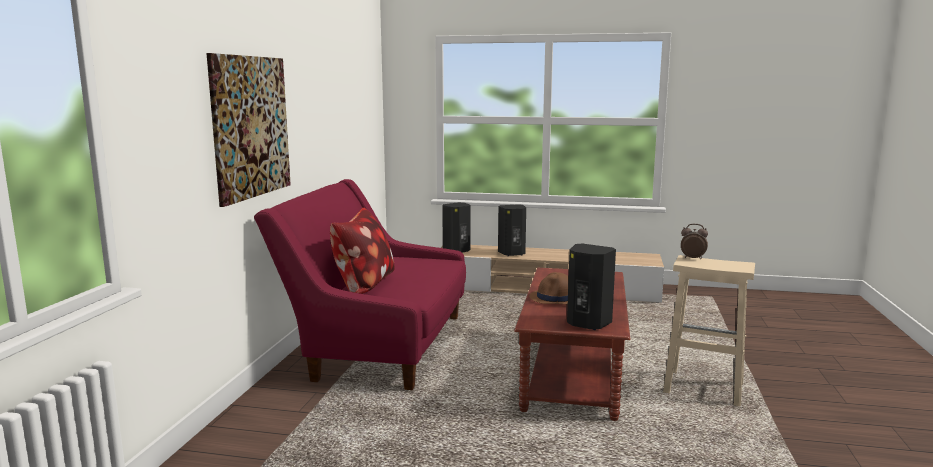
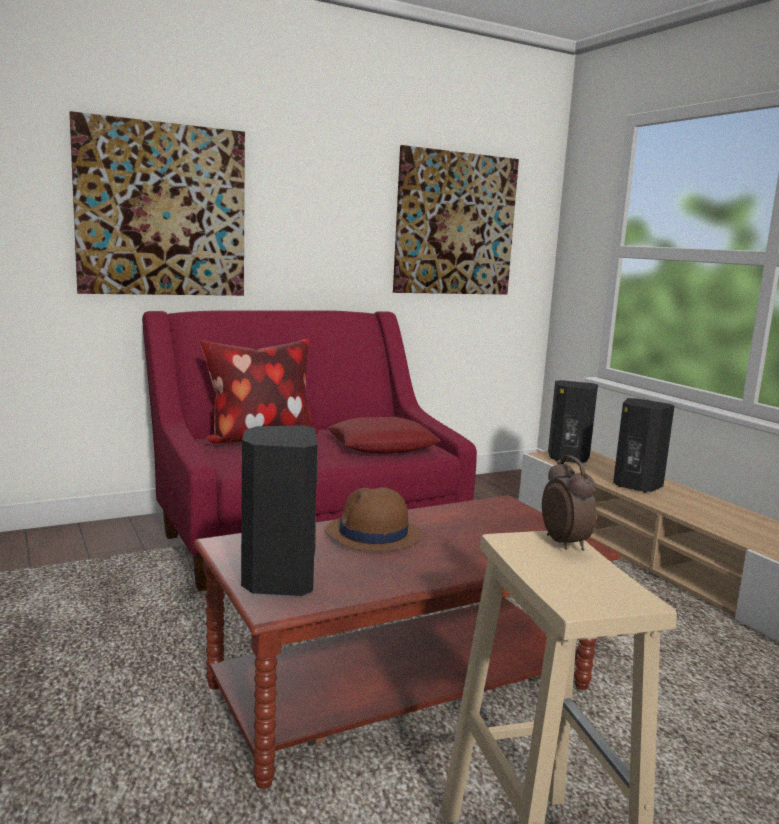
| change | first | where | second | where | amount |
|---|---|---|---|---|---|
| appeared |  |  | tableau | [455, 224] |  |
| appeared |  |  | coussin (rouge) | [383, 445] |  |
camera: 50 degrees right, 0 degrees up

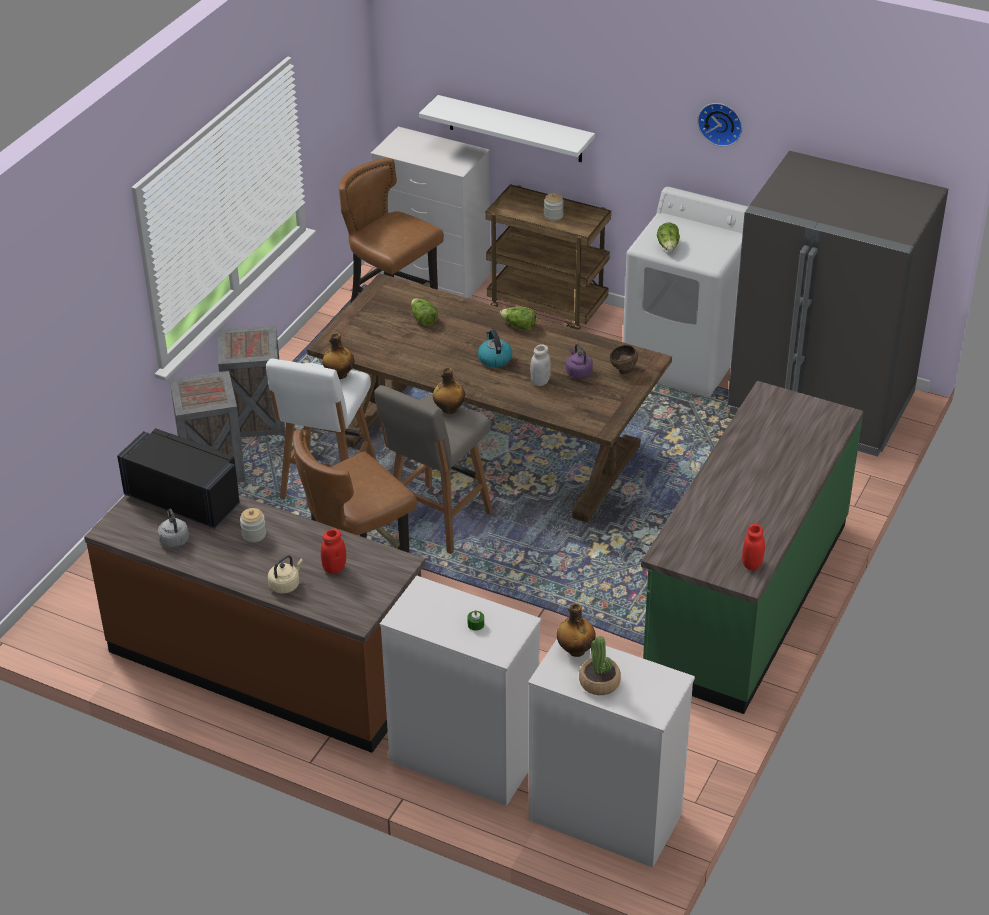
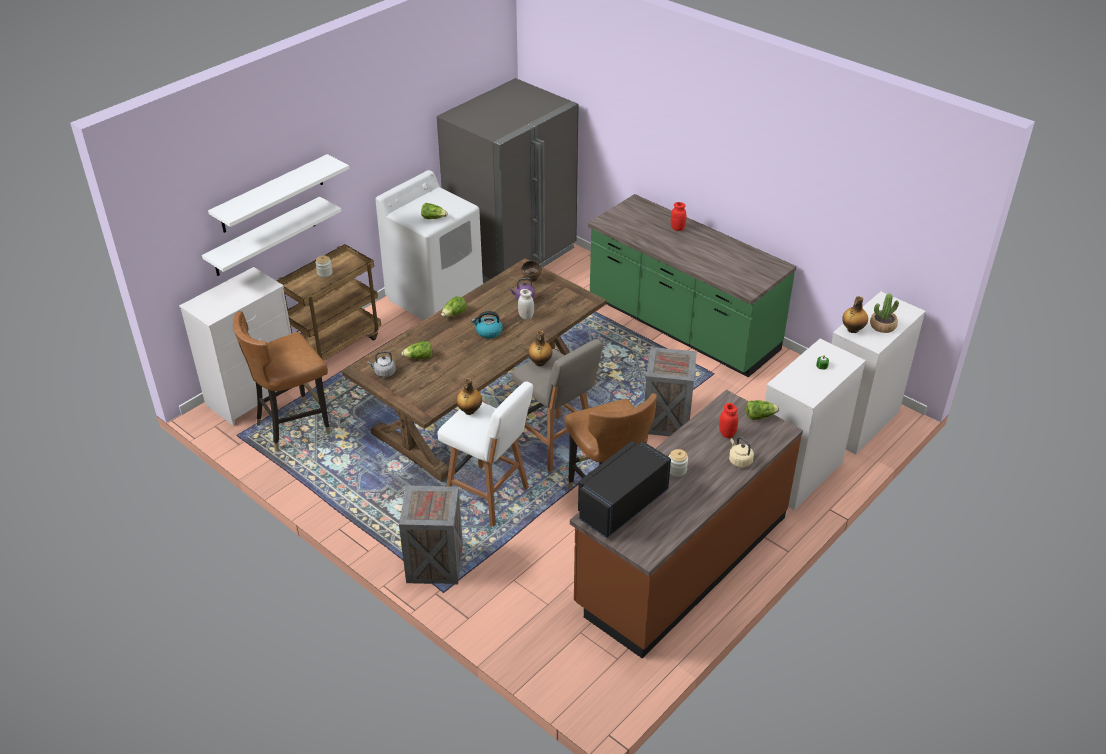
| change | first | where | second | where | amount |
|---|---|---|---|---|---|
| missing | horloge murale | [721, 122] |  |  |  |
| relocated | caisse | [257, 418] |  | [666, 420] |  |
| relocated | bouilloire (gris) | [174, 539] |  | [384, 373] |  |
| relocated | bocal (rouge) | [752, 564] |  | [677, 228] |  |
| appeared |  |  | étagère (blanc) | [272, 194] |  |
| appeared |  |  | laitue | [759, 416] |  |
camera: 75 degrees left, 0 degrees up

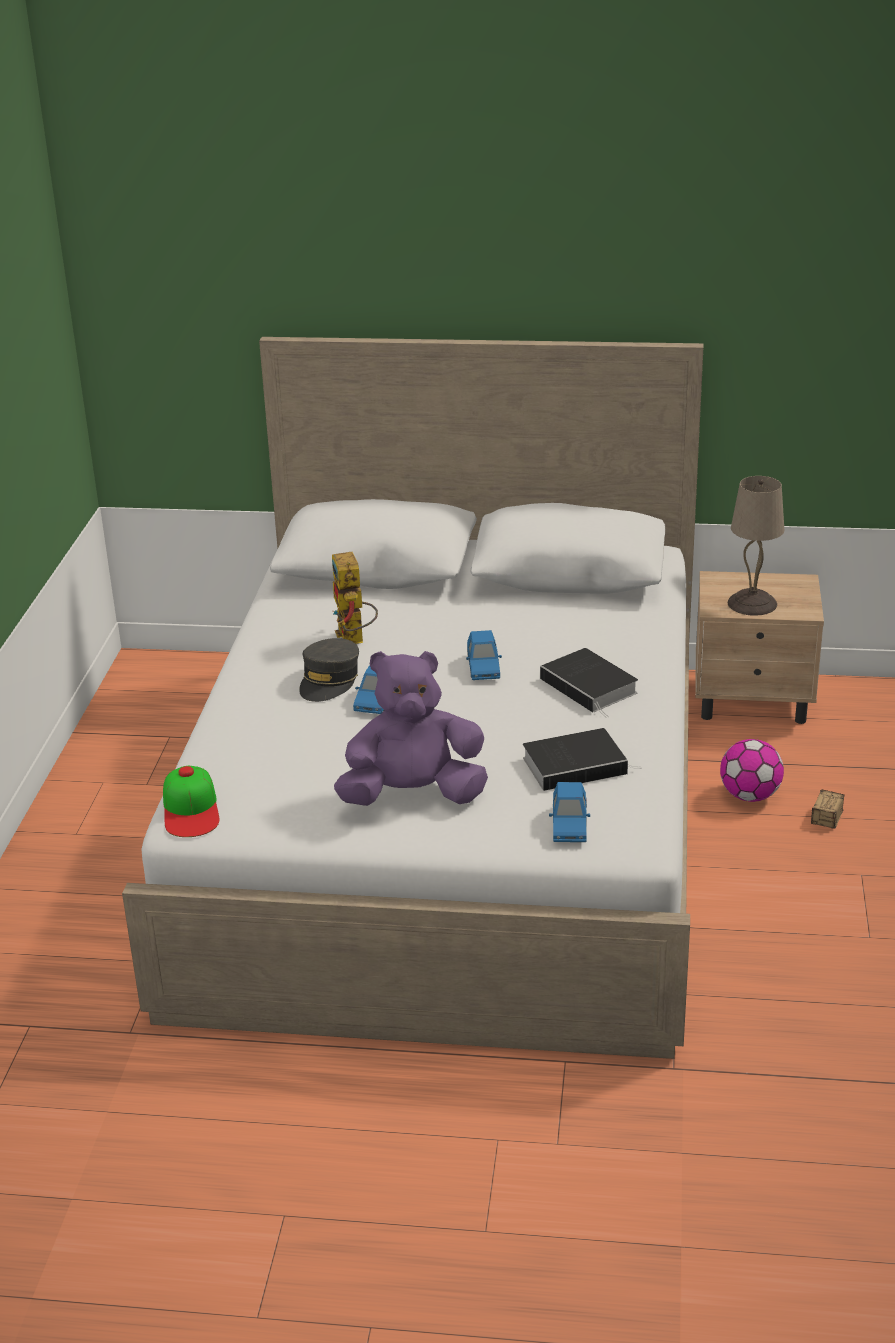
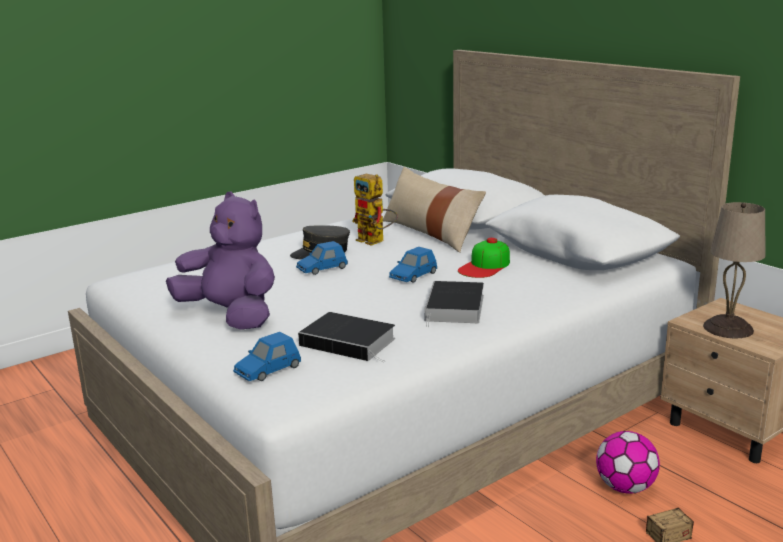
| change | first | where | second | where | amount |
|---|---|---|---|---|---|
| spun | robot jouet | [354, 640] |  | [376, 241] | 75 degrees counterclockwise |
| relocated | casquette | [191, 809] |  | [485, 266] |  |
| appeared |  |  | coussin (beige) | [430, 233] |  |
camera: 45 degrees right, 10 degrees down

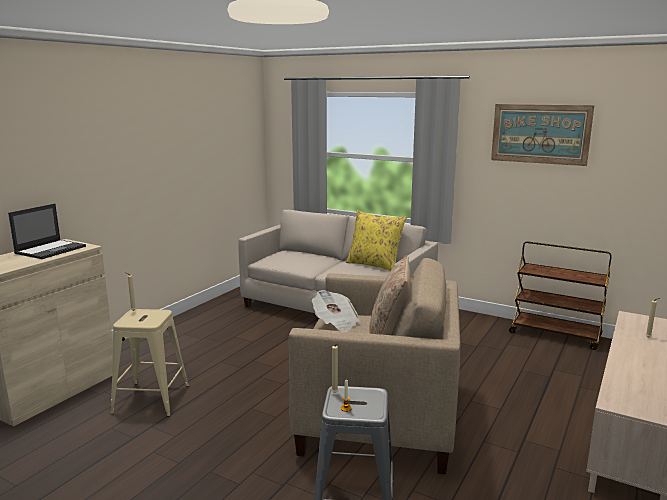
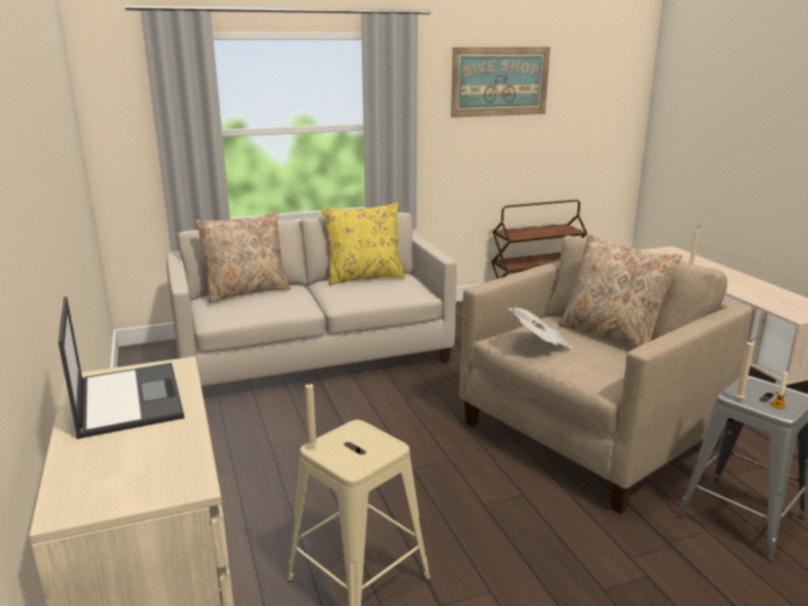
| change | first | where | second | where | amount |
|---|---|---|---|---|---|
| appeared |  |  | coussin (beige) | [247, 291] |  |
camera: 50 degrees left, 5 degrees up

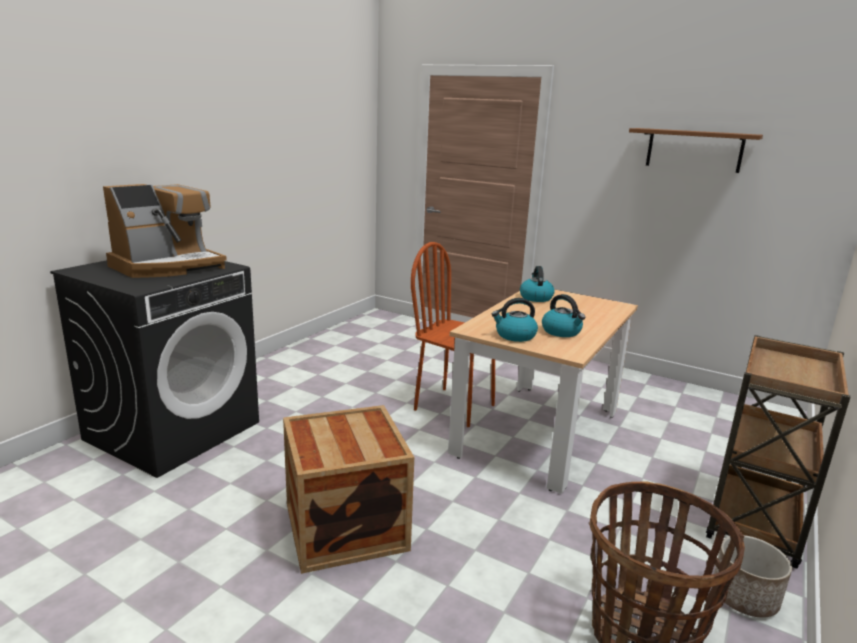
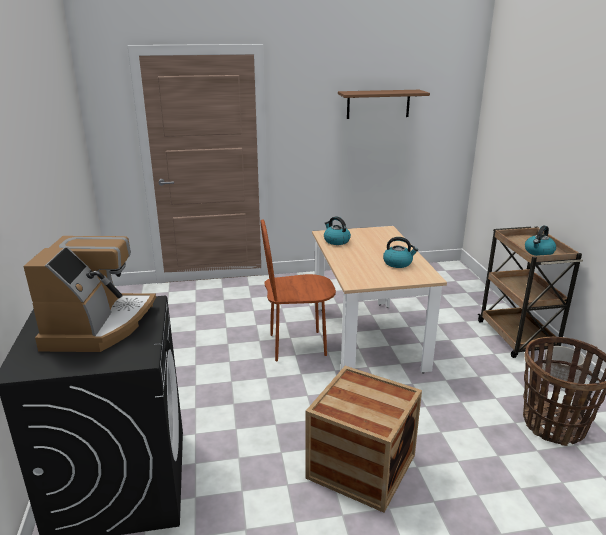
| change | first | where | second | where | amount |
|---|---|---|---|---|---|
| relocated | bouilloire | [515, 336] |  | [539, 252] |  |
camera: 40 degrees left, 5 degrees up

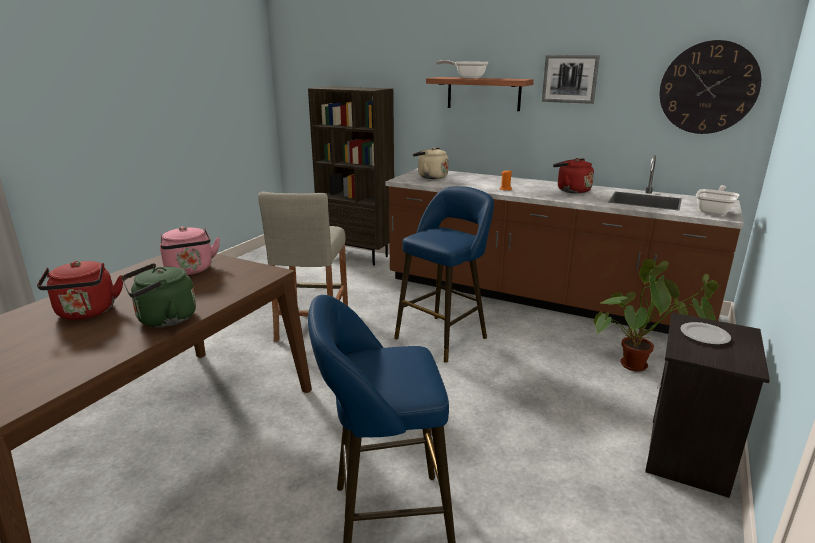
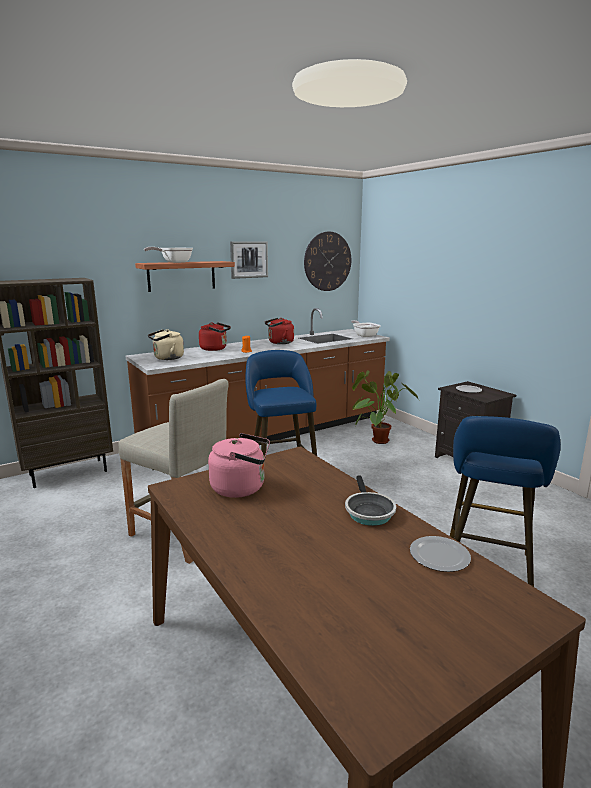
| change | first | where | second | where | amount |
|---|---|---|---|---|---|
| relocated | bouilloire (rouge) | [86, 313] |  | [215, 349] |  |
| exchanged | bouilloire (vert) | [163, 320] | poêle | [368, 511] |  |
| appeared |  |  | assiette | [438, 555] |  |
camera: 60 degrees left, 5 degrees down

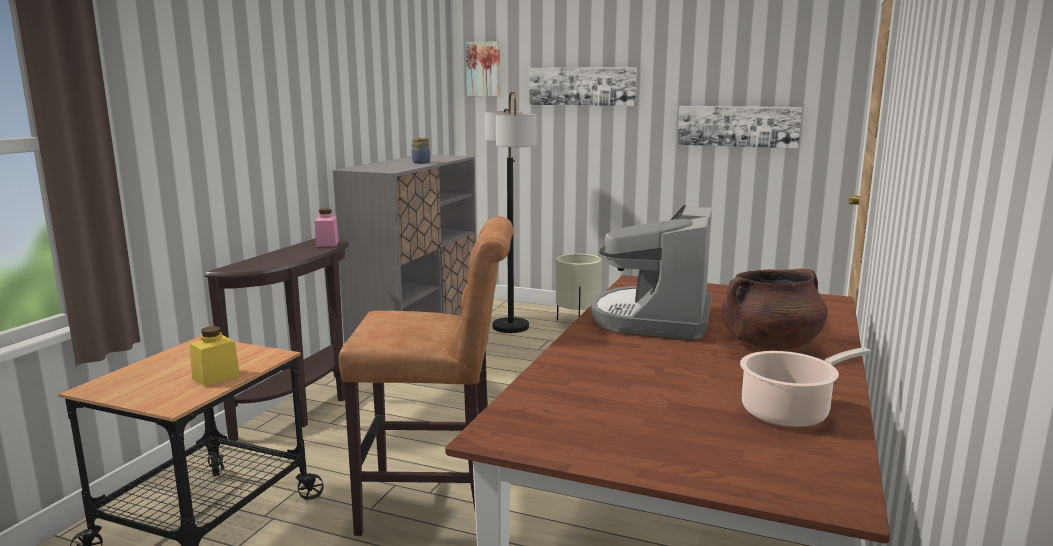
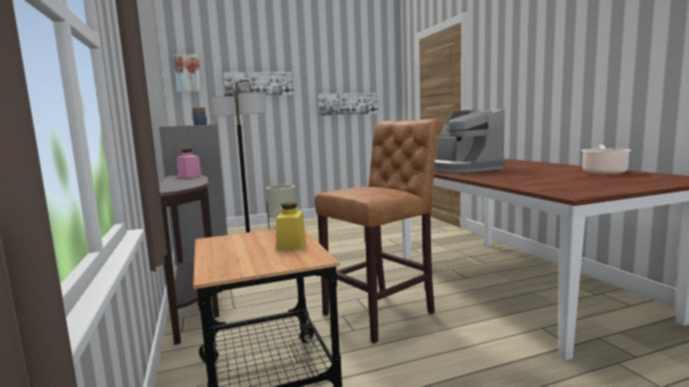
| change | first | where | second | where | amount |
|---|---|---|---|---|---|
| missing | marmite (marron) | [769, 344] |  |  |  |
camera: 40 degrees left, 5 degrees down

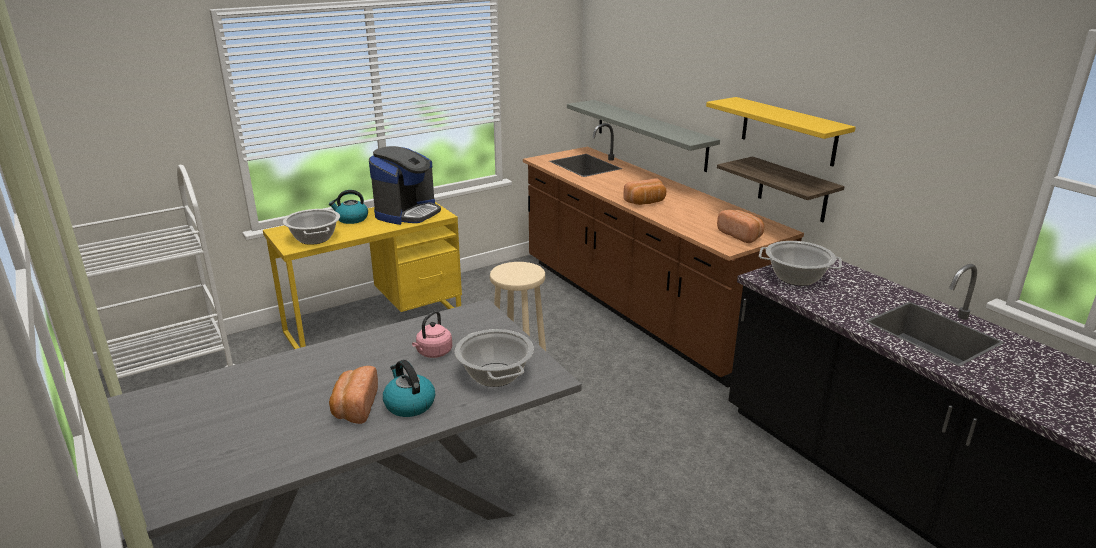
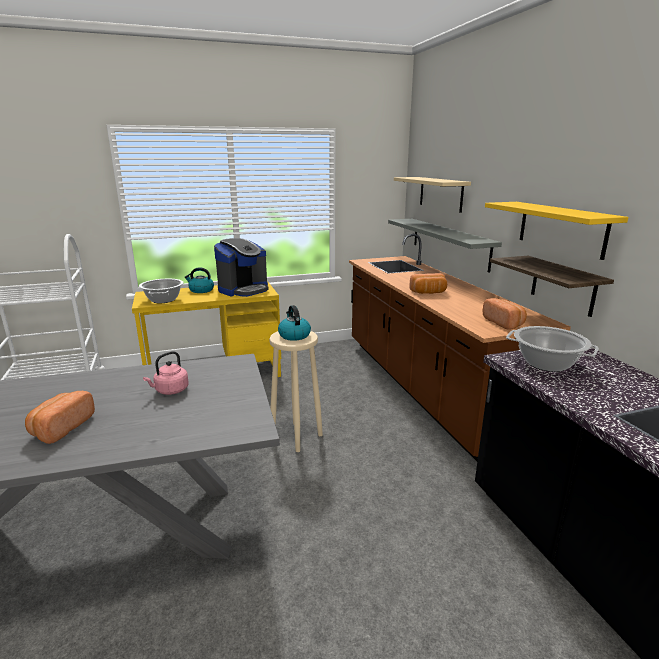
| change | first | where | second | where | amount |
|---|---|---|---|---|---|
| missing | marmite | [495, 375] |  |  |  |
| relocated | bouilloire | [409, 404] |  | [294, 335] |  |
| appeared |  |  | étagère (beige) | [440, 193] |  |
camera: 15 degrees right, 5 degrees down

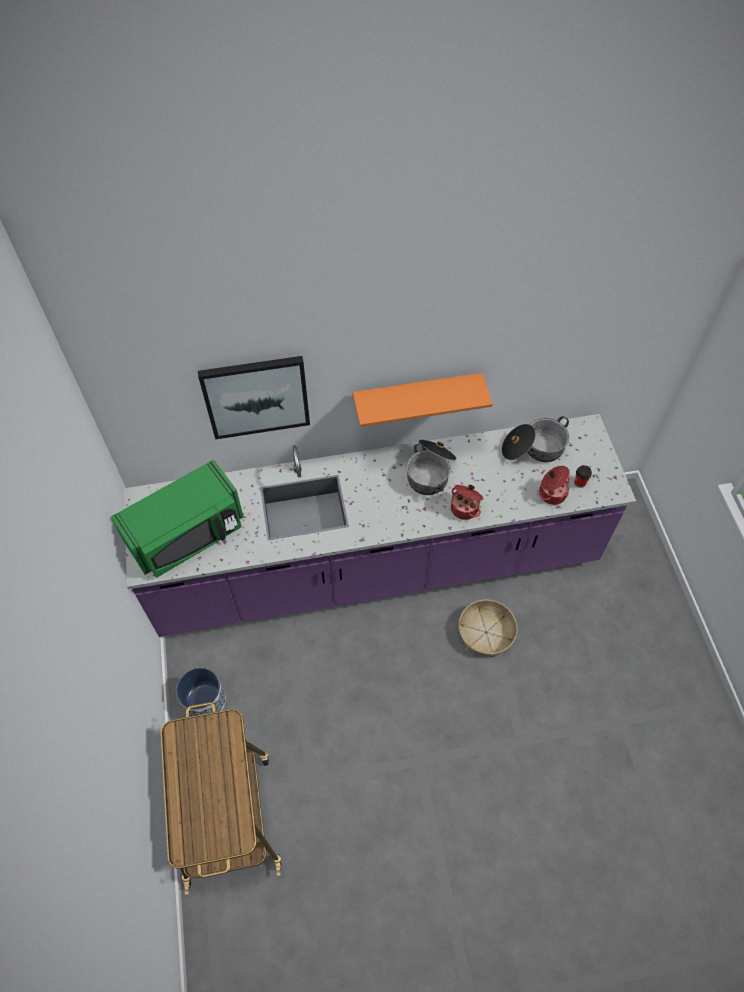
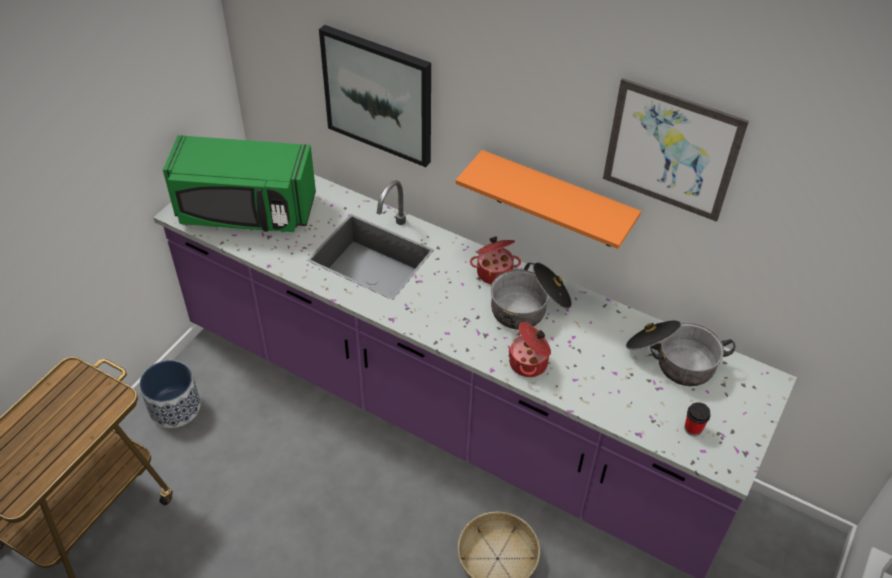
| change | first | where | second | where | amount |
|---|---|---|---|---|---|
| relocated | marmite | [551, 493] |  | [494, 272] |  |
| appeared |  |  | tableau | [671, 150] |  |
camera: 40 degrees right, 10 degrees down

